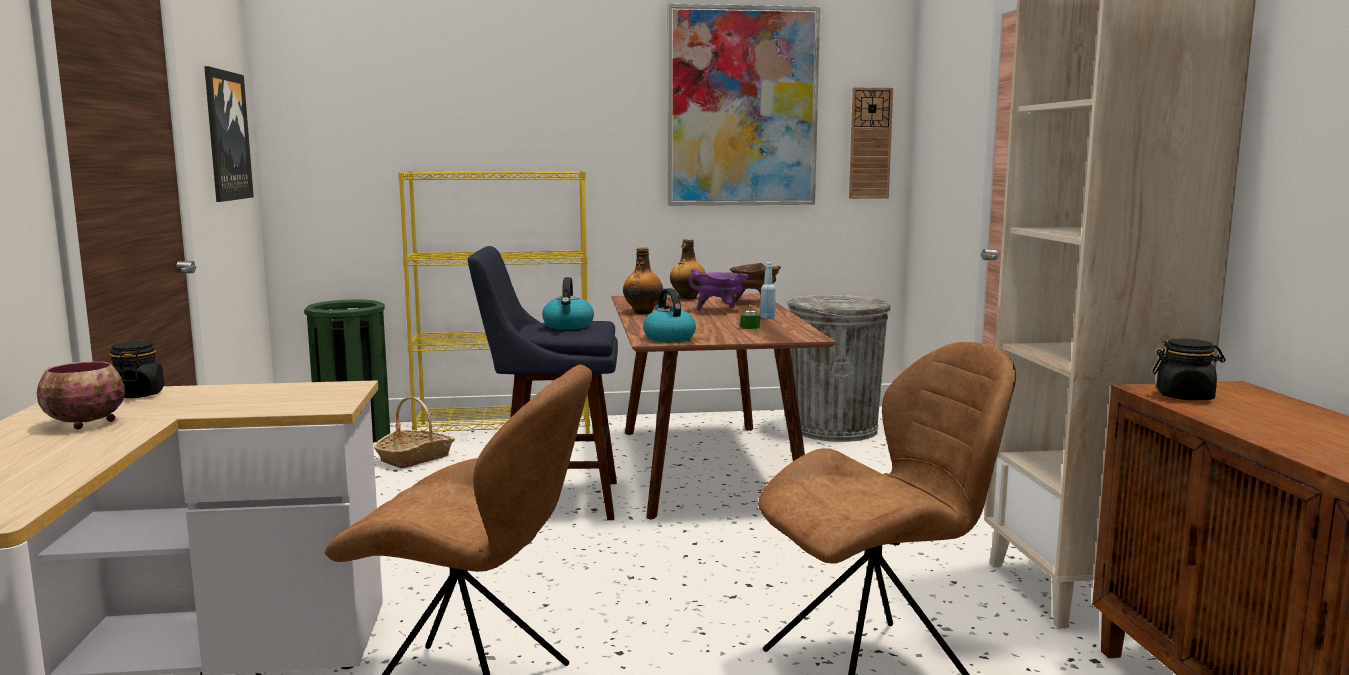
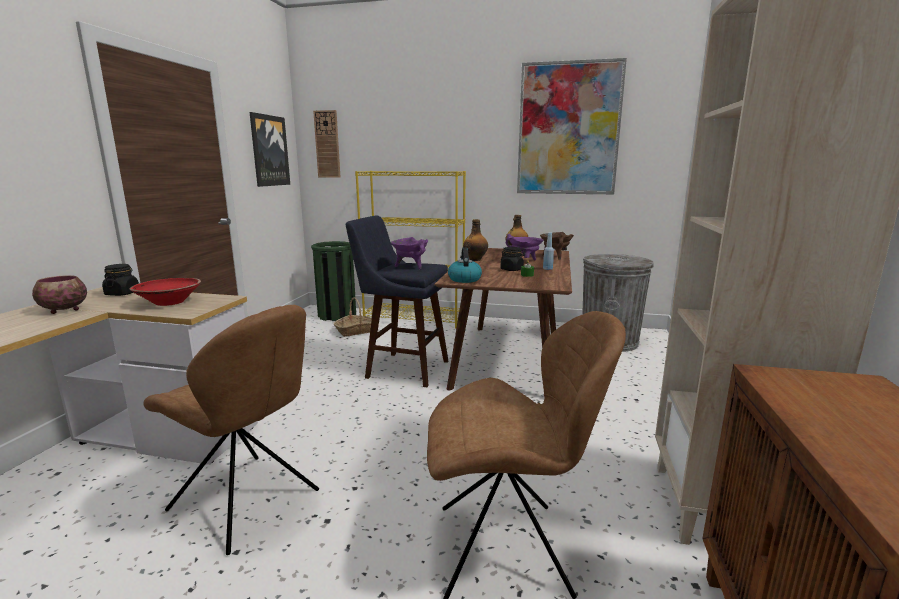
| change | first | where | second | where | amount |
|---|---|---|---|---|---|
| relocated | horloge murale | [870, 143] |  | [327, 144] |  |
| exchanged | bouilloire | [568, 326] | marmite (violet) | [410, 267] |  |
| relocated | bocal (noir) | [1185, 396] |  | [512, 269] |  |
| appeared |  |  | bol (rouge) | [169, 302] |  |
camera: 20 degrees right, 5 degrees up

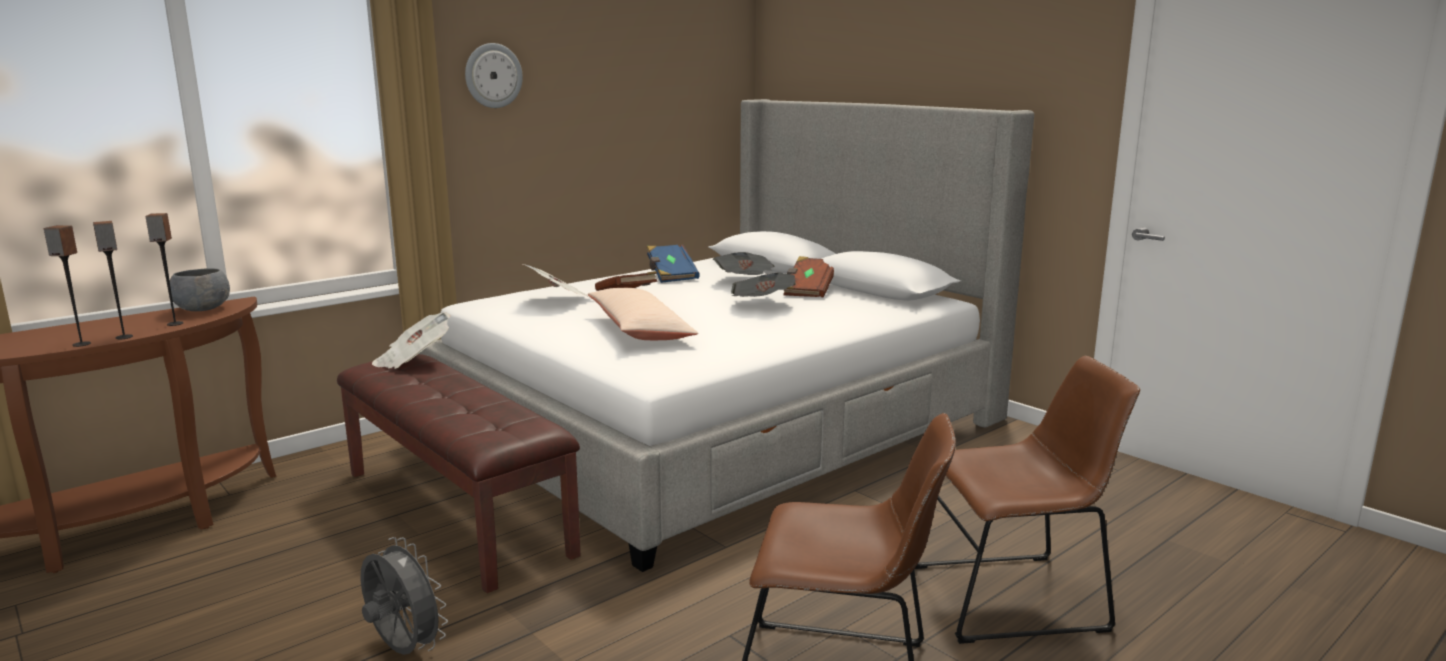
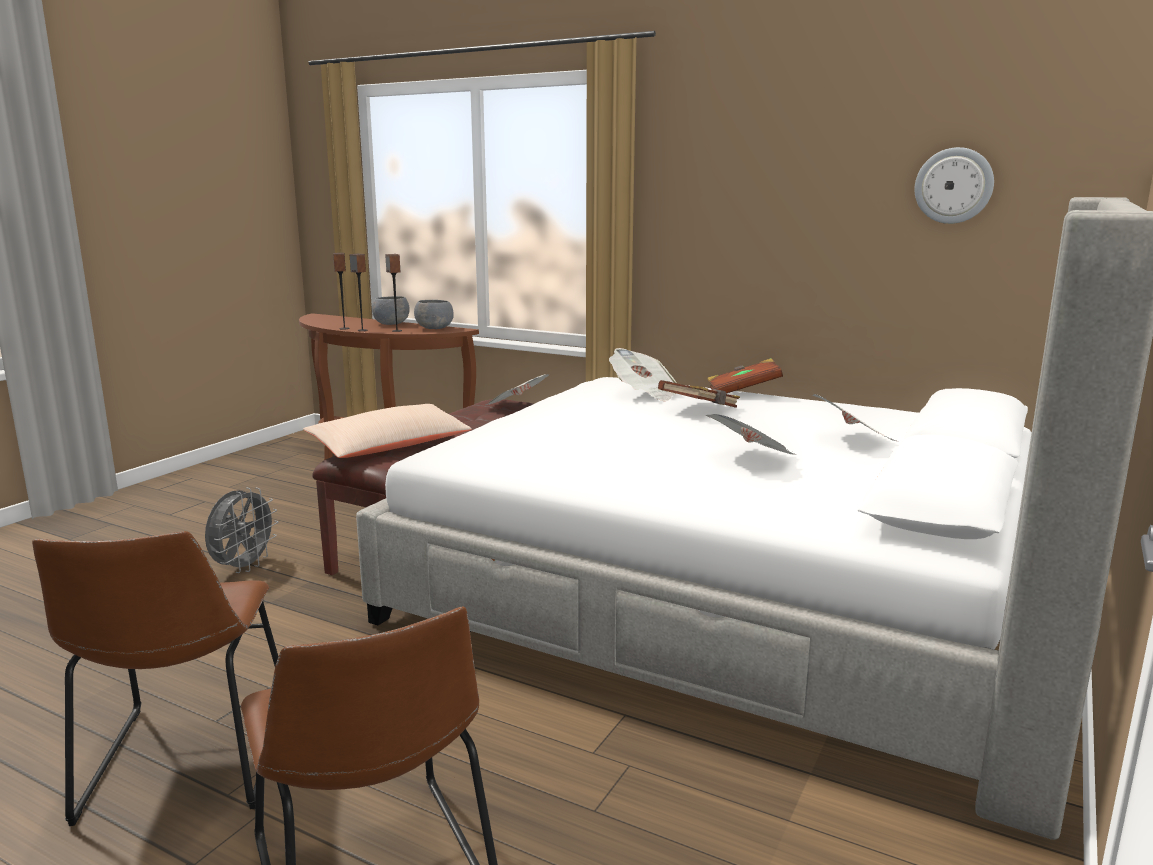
| change | first | where | second | where | amount |
|---|---|---|---|---|---|
| relocated | horloge murale | [493, 75] |  | [953, 185] |  |
| missing | livre (bleu) | [671, 275] |  |  |  |
| relocated | livre (marron) | [809, 290] |  | [743, 392] |  |
| relocated | coussin (beige) | [640, 330] |  | [390, 446] |  |
| appeared |  |  | bol (gris) | [391, 324] |  |
camera: 70 degrees right, 0 degrees up

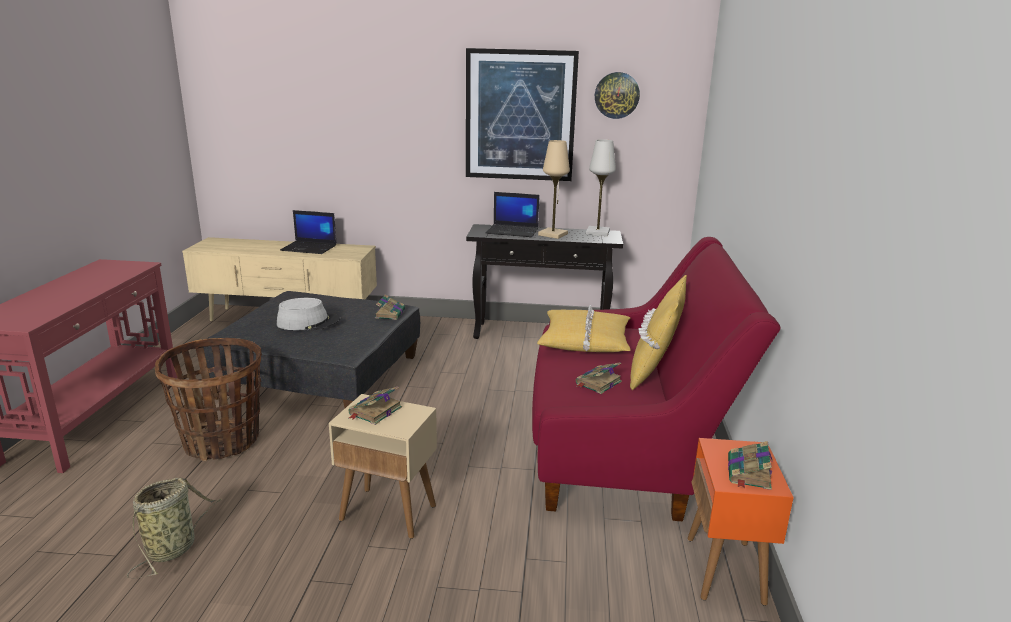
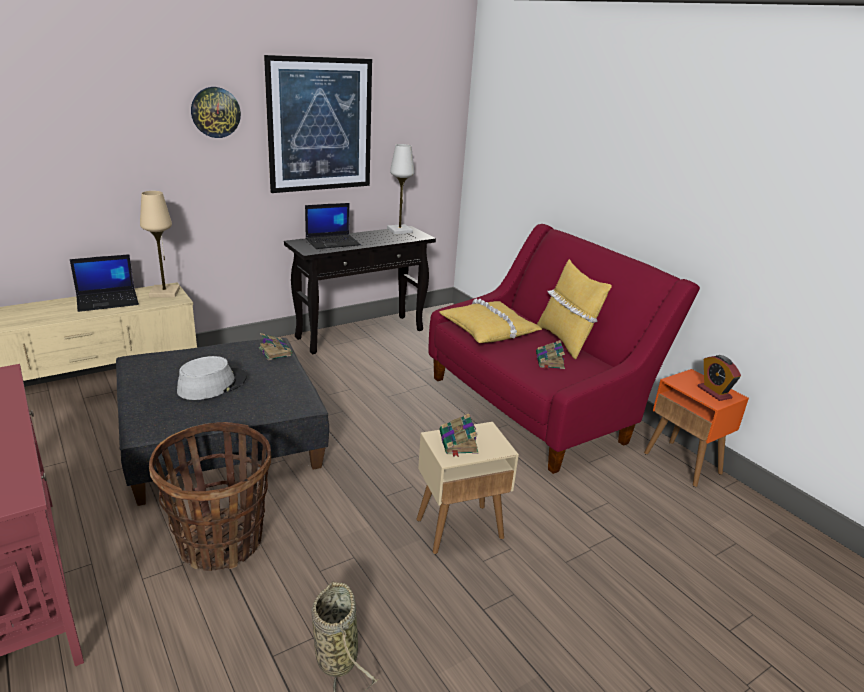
| change | first | where | second | where | amount |
|---|---|---|---|---|---|
| relocated | horloge murale | [616, 95] |  | [215, 112] |  |
| relocated | lampe de table (beige) | [553, 234] |  | [165, 293] |  |
| exchanged | livre | [748, 474] | réveil | [714, 392] |  |
camera: 40 degrees left, 5 degrees up

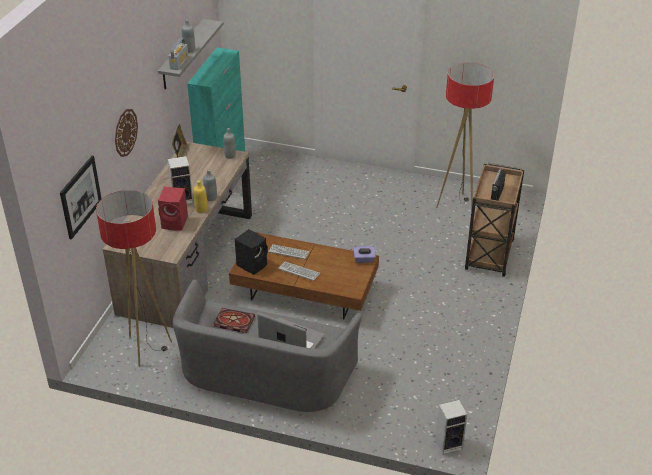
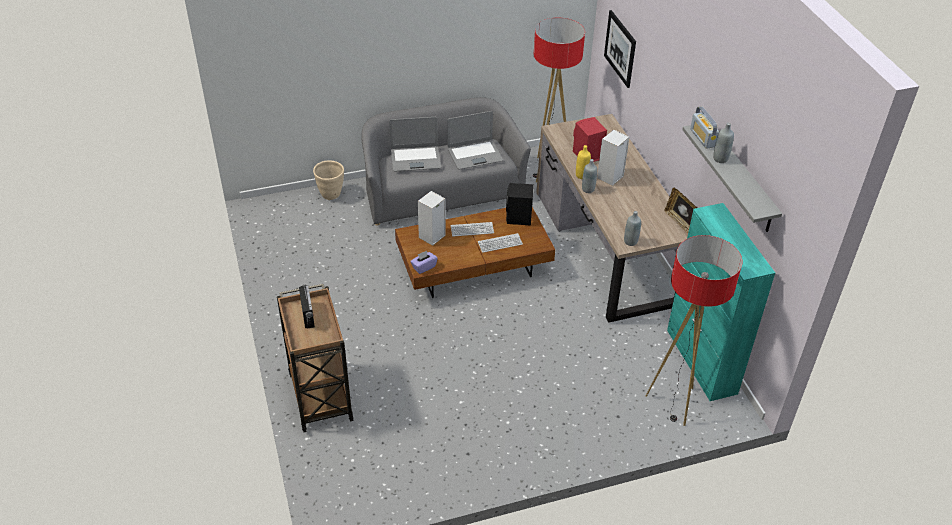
| change | first | where | second | where | amount |
|---|---|---|---|---|---|
| relocated | lampadaire | [457, 205] |  | [674, 403] |  |
| missing | horloge murale | [125, 132] |  |  |  |
| exchanged | livre | [233, 322] | ordinateur portable | [474, 155] |  |
| relocated | enceinte | [449, 444] |  | [431, 237] |  |
| appeared |  |  | cache-pot (beige) | [331, 194] |  |
camera: 145 degrees right, 5 degrees up

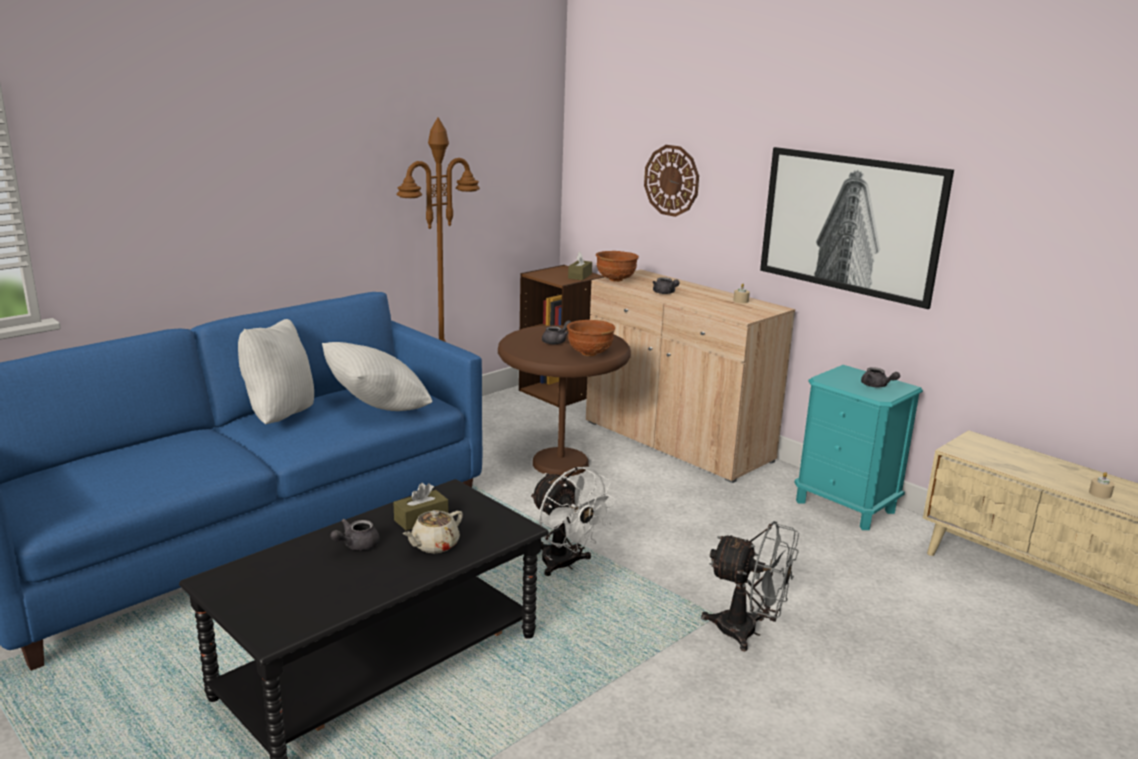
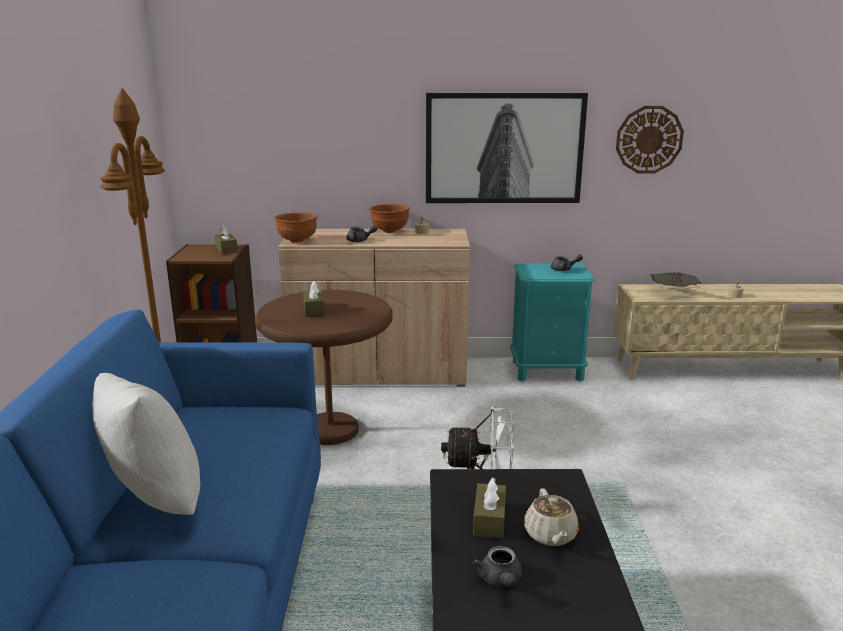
| change | first | where | second | where | amount |
|---|---|---|---|---|---|
| relocated | horloge murale | [671, 180] |  | [649, 139] |  |
| exchanged | théière (gris) | [557, 341] | boîte à mouchoirs (marron) | [314, 310] |  |
| relocated | bol (marron) | [589, 353] |  | [389, 231] |  |
| missing | coussin (blanc) | [377, 409] |  |  |  |
| missing | ventilateur (gris) | [747, 632] |  |  |  |
| appeared |  |  | journal | [673, 293] |  |
camera: 45 degrees left, 0 degrees up

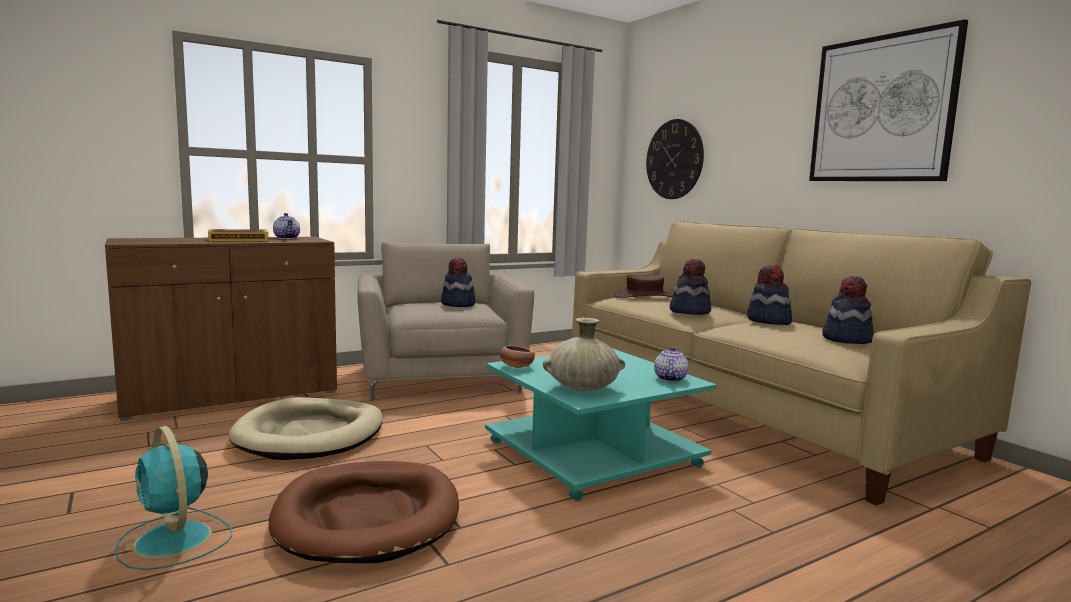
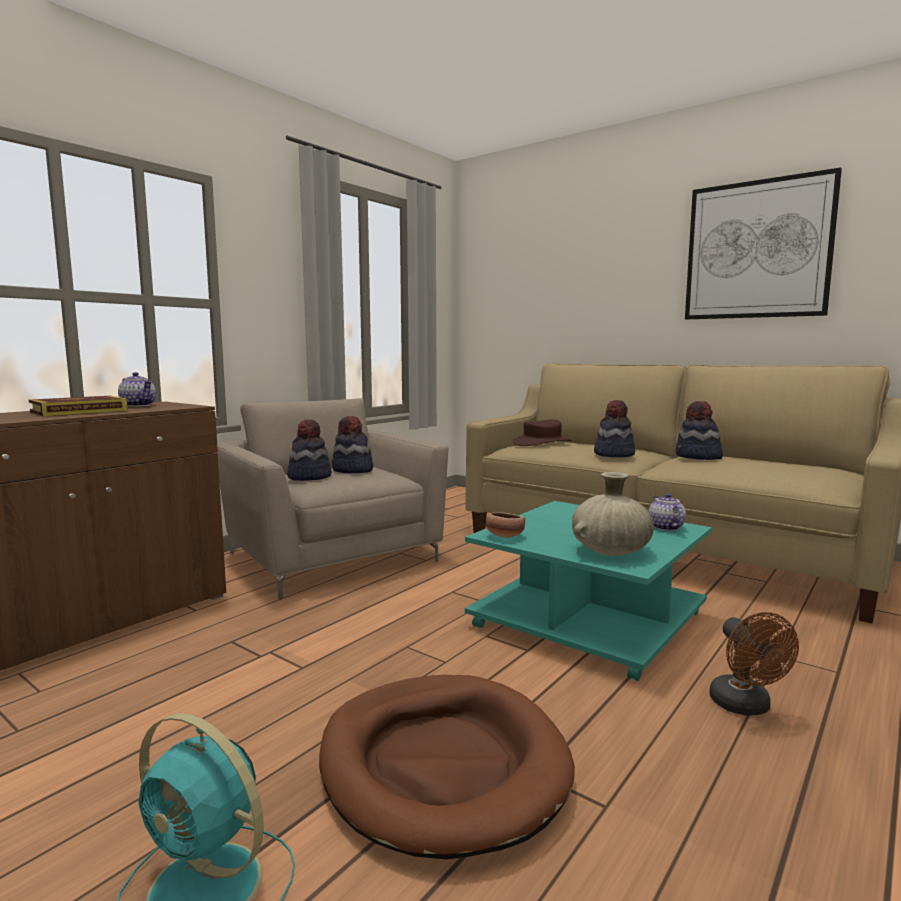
| change | first | where | second | where | amount |
|---|---|---|---|---|---|
| missing | horloge murale | [674, 159] |  |  |  |
| relocated | chapeau | [846, 339] |  | [309, 476] |  |
| missing | panier pour chien (beige) | [310, 434] |  |  |  |
| appeared |  |  | ventilateur (marron) | [746, 707] |  |
camera: 20 degrees left, 0 degrees up

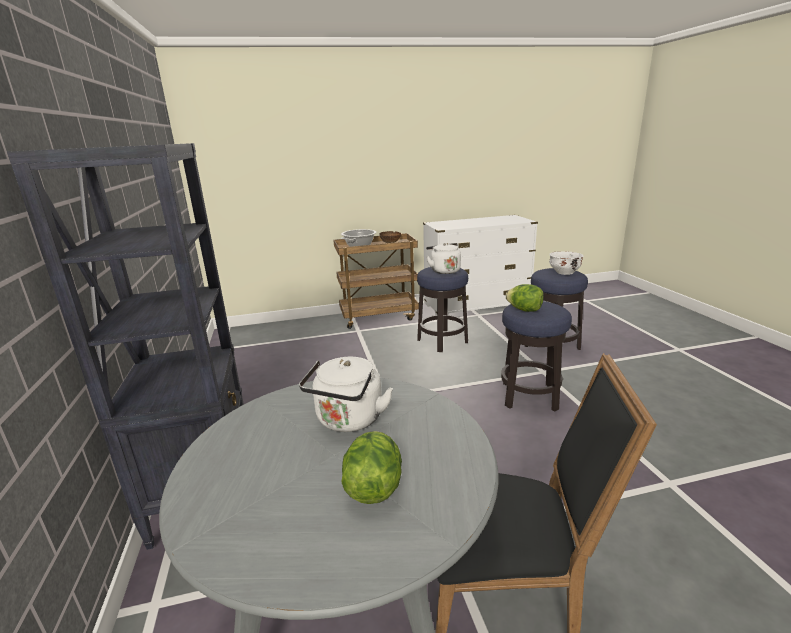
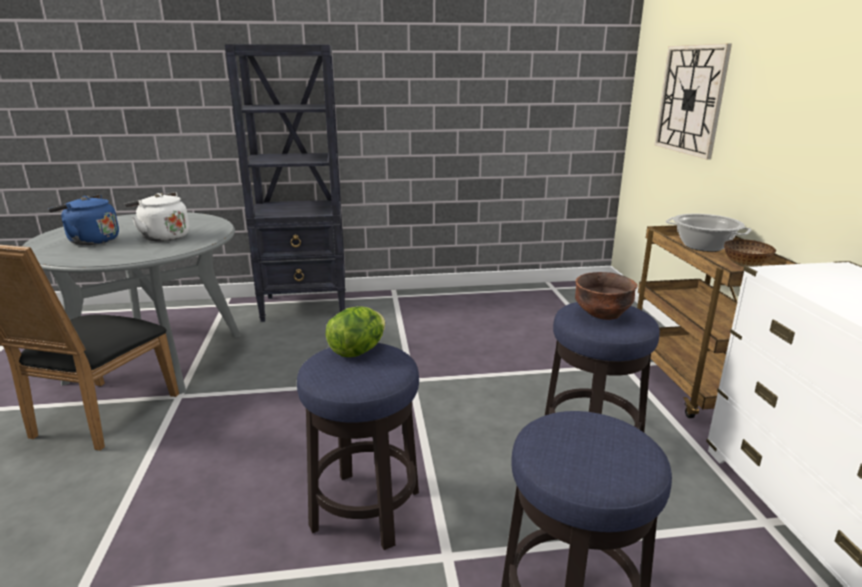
| change | first | where | second | where | amount |
|---|---|---|---|---|---|
| exchanged | bouilloire (blanc) | [444, 271] | bol (marron) | [602, 315] |  |
| missing | bol (blanc) | [564, 272] |  |  |  |
| exchanged | laitue | [373, 487] | bouilloire (bleu) | [91, 241] |  |
| appeared |  |  | horloge murale | [690, 100] |  |
camera: 95 degrees right, 0 degrees up

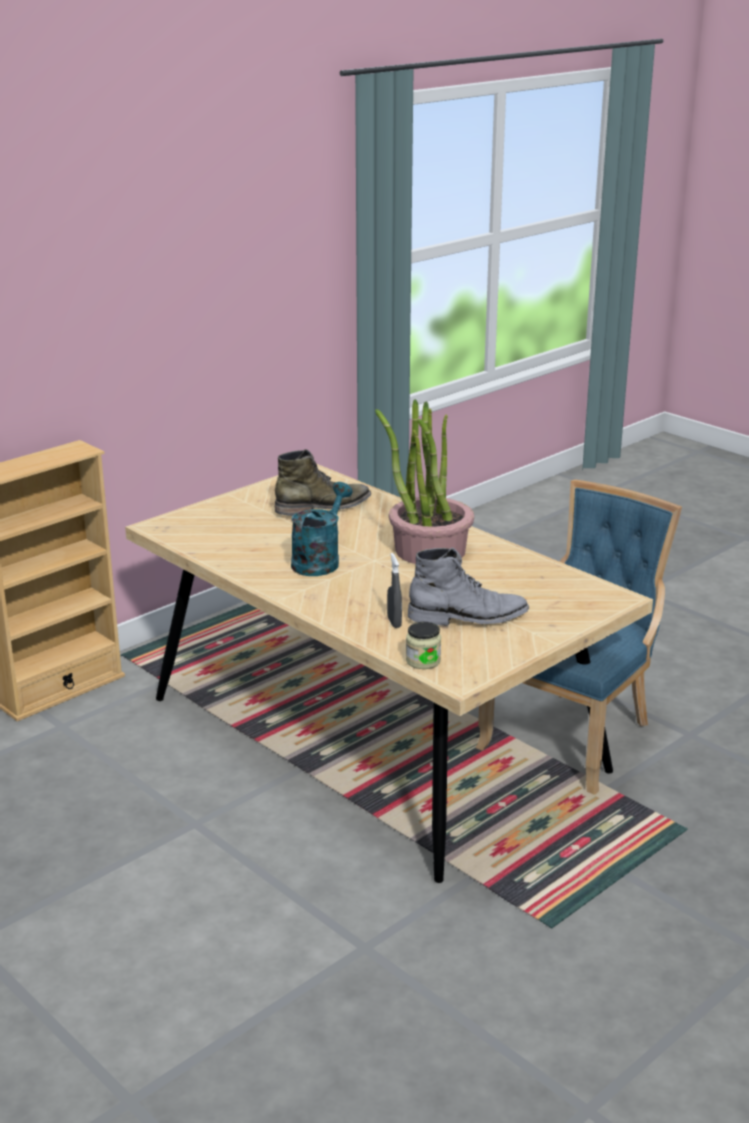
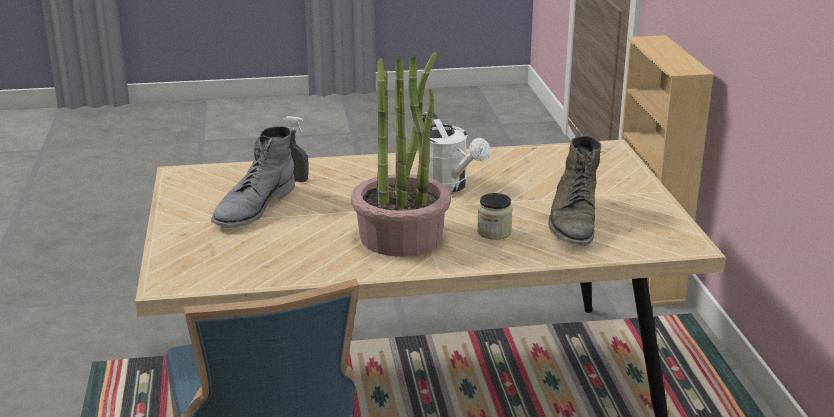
| change | first | where | second | where | amount |
|---|---|---|---|---|---|
| colour | arrosoir (turquoise) | [319, 560] | arrosoir (blanc) | [448, 186] |  |
| relocated | bocal | [423, 661] |  | [494, 232] |  |
camera: 125 degrees right, 0 degrees up

